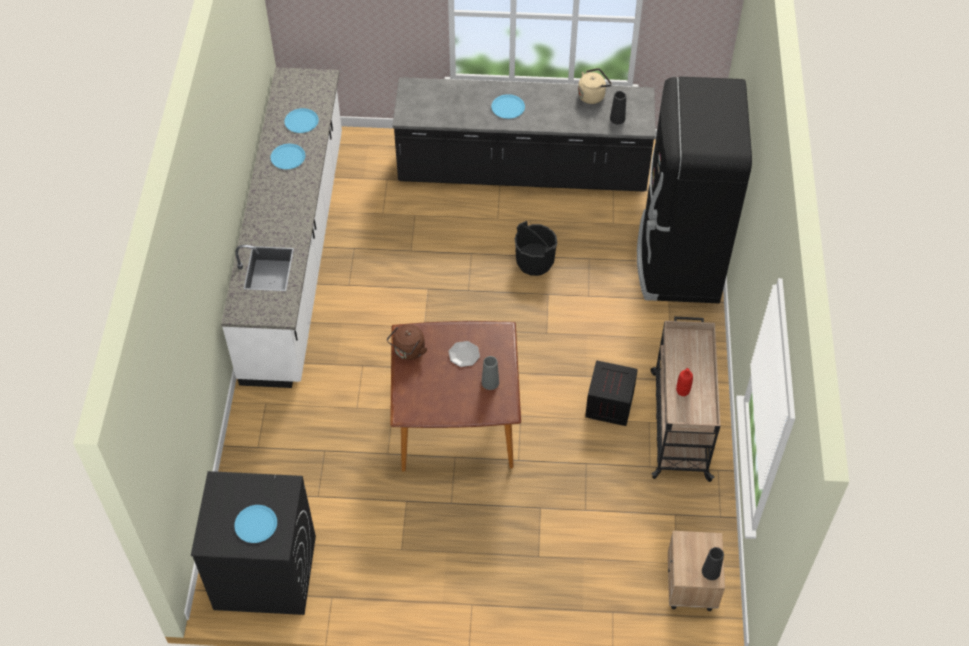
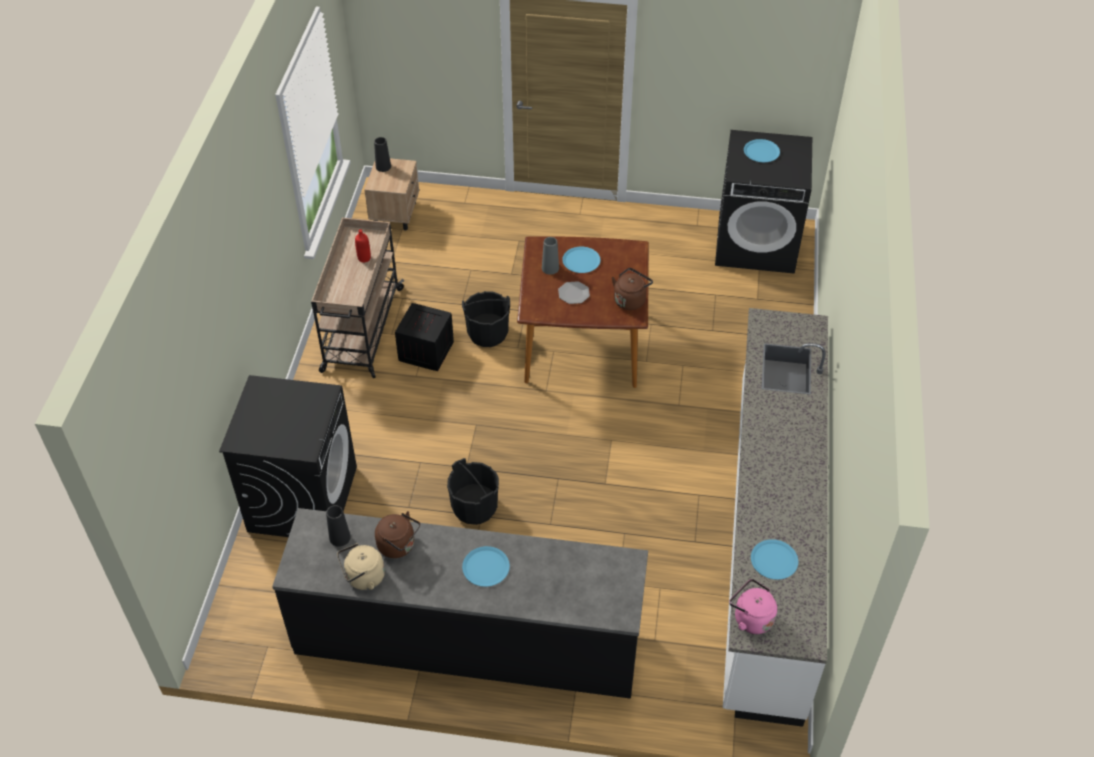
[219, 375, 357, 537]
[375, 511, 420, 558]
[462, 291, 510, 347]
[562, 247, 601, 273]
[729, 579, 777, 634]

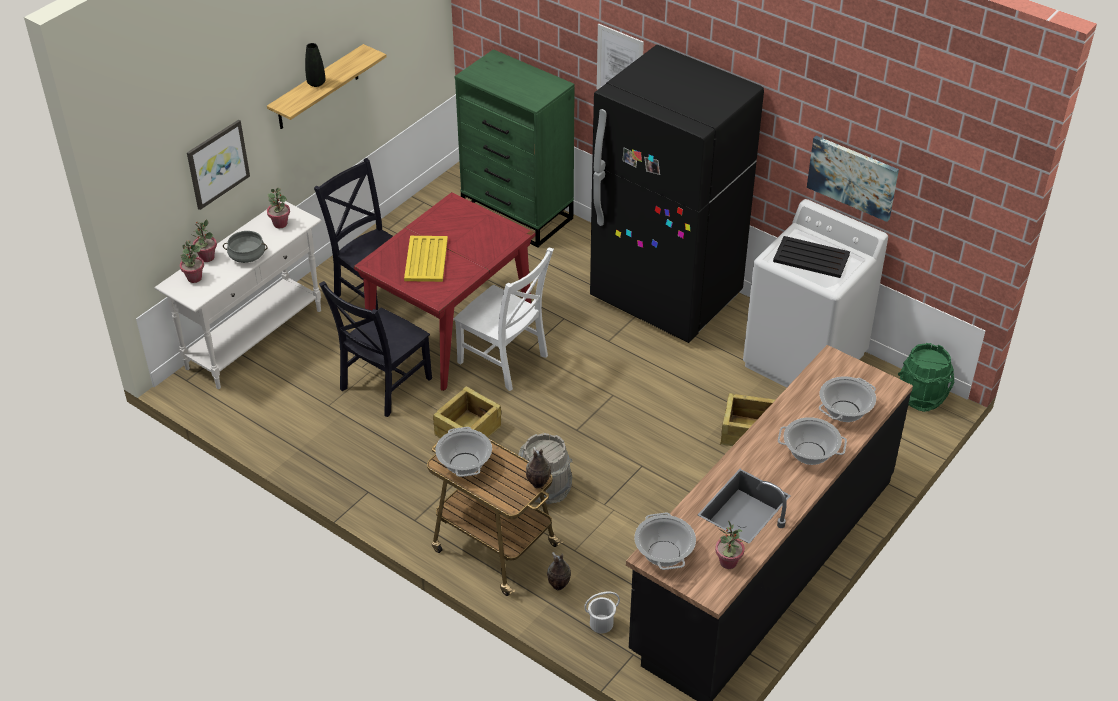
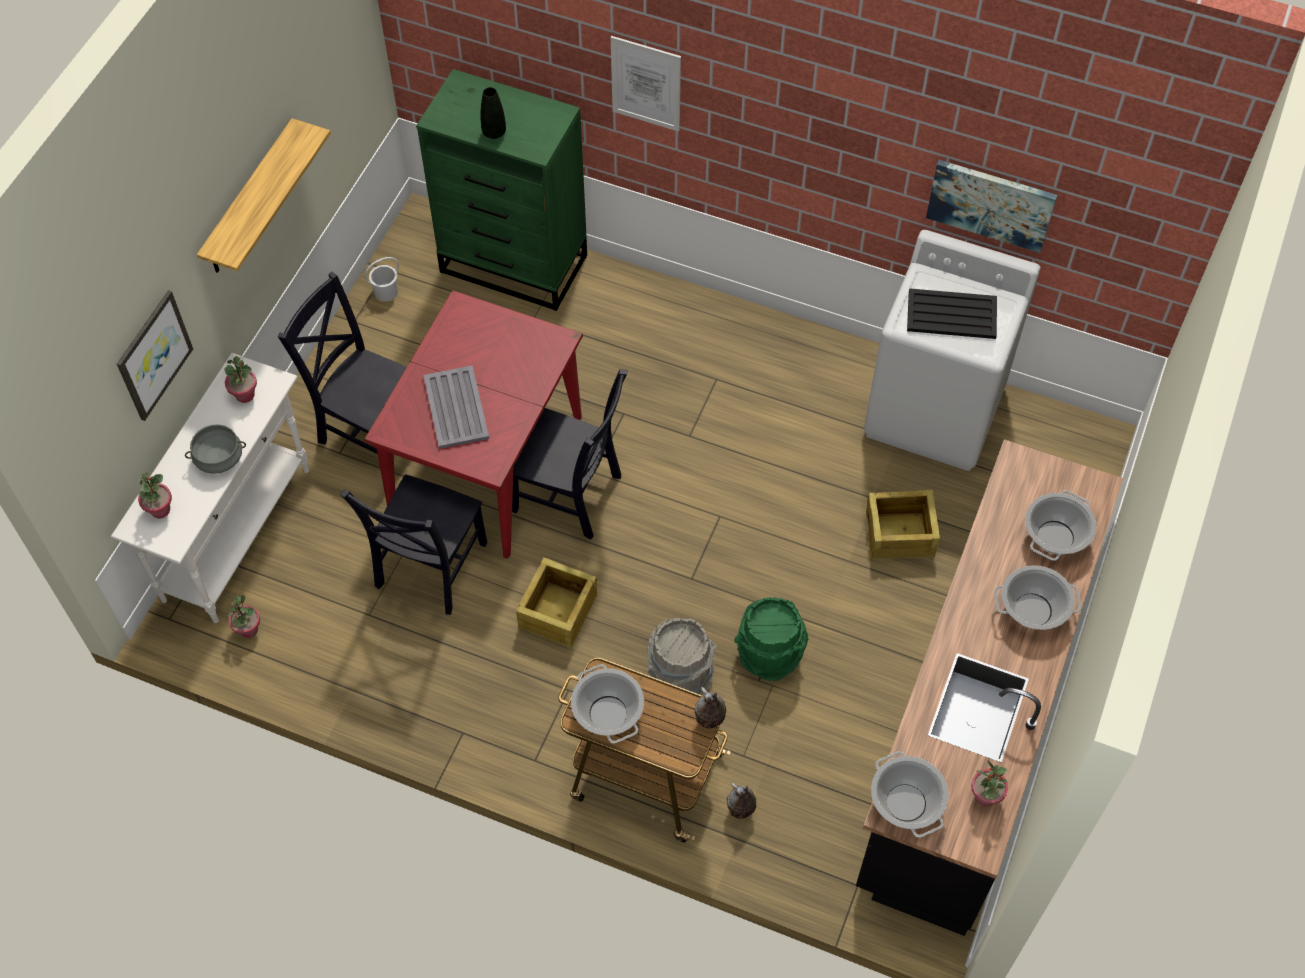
[226, 594, 260, 638]
[365, 257, 399, 302]
[423, 366, 489, 449]
[481, 87, 506, 139]
[512, 369, 627, 540]
[734, 597, 808, 681]
[590, 45, 764, 343] (first image)

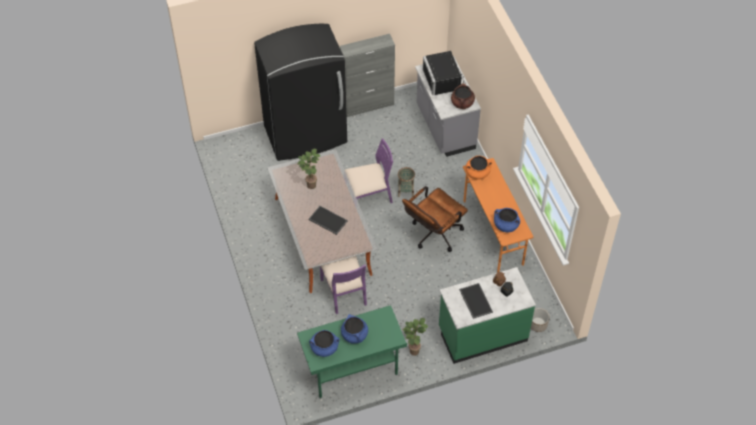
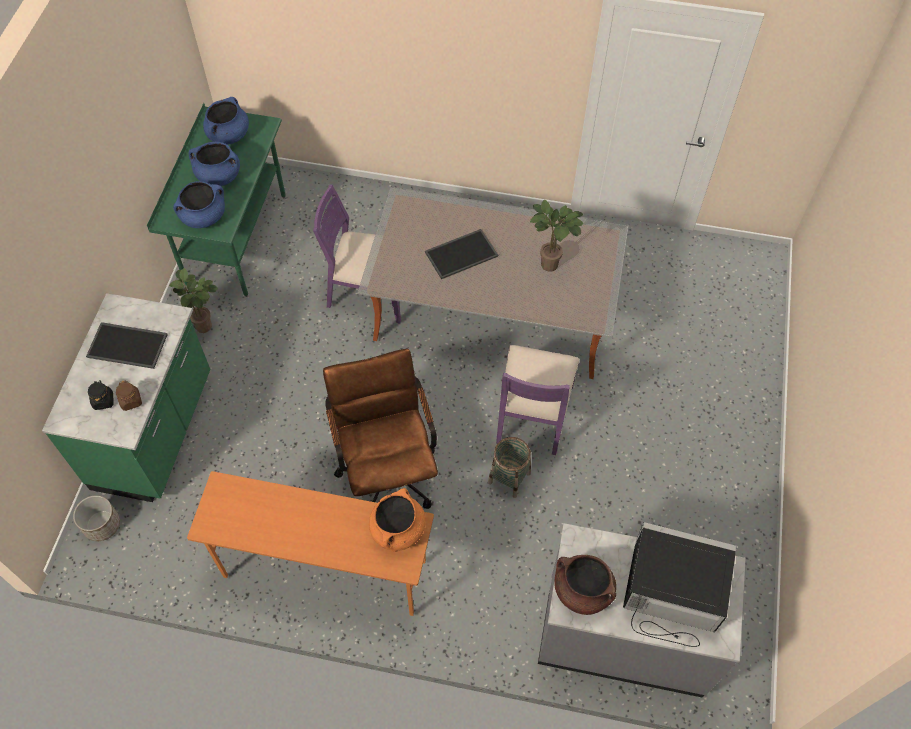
[173, 181, 225, 228]
[254, 24, 347, 161] (first image)
[339, 34, 395, 117] (first image)

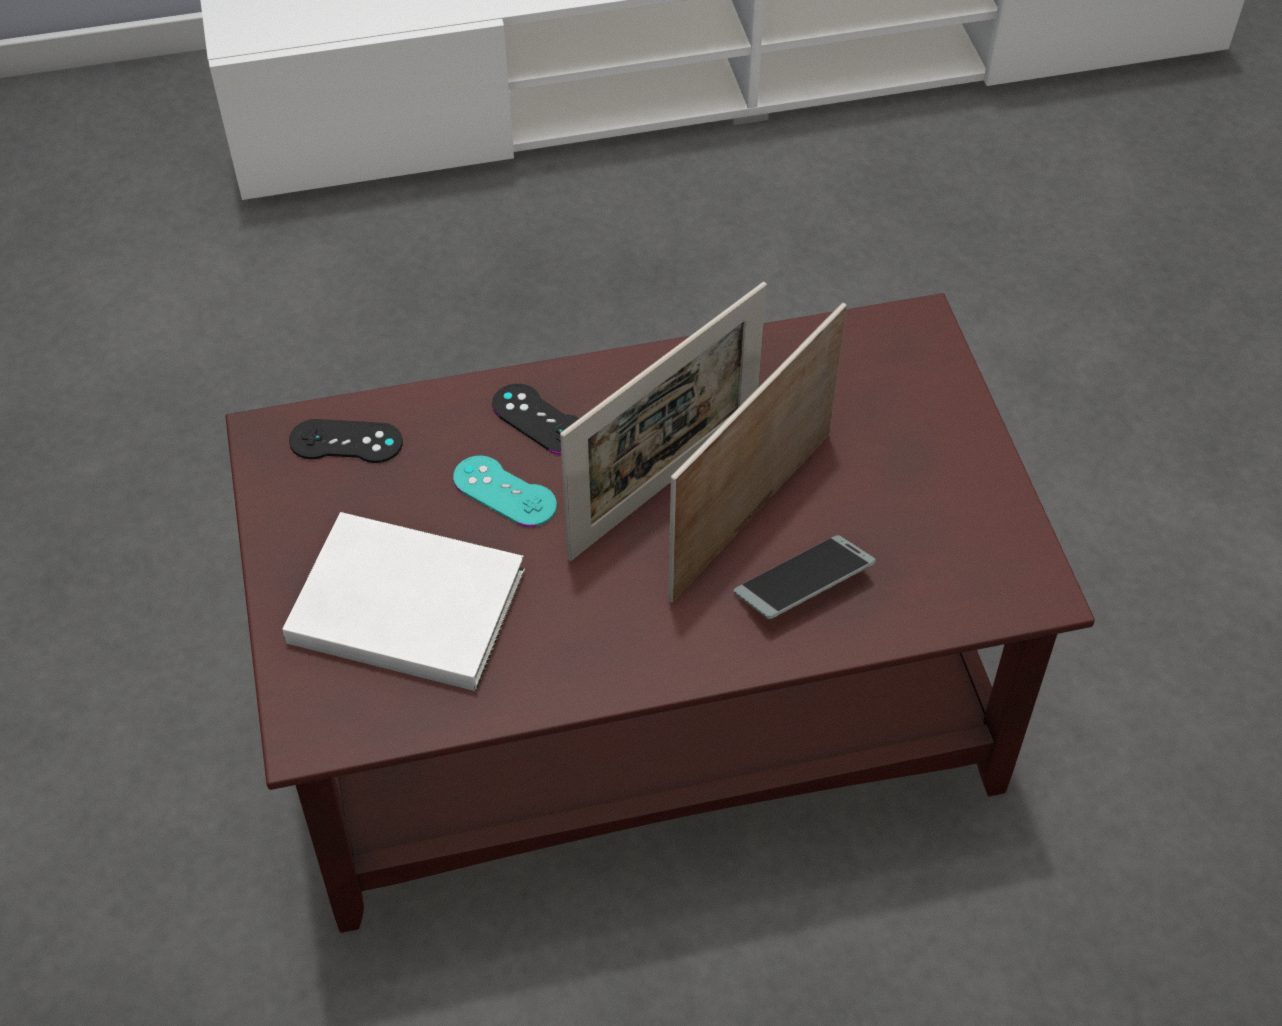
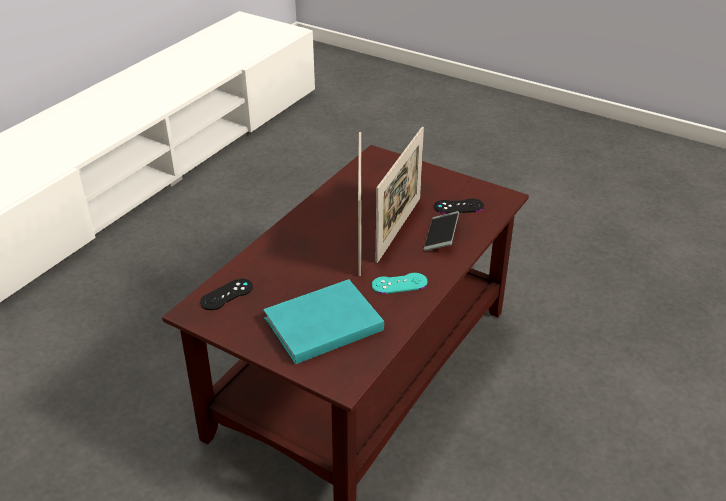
[263, 279, 384, 364]
[372, 273, 428, 294]
[376, 127, 424, 263]
[434, 199, 484, 214]

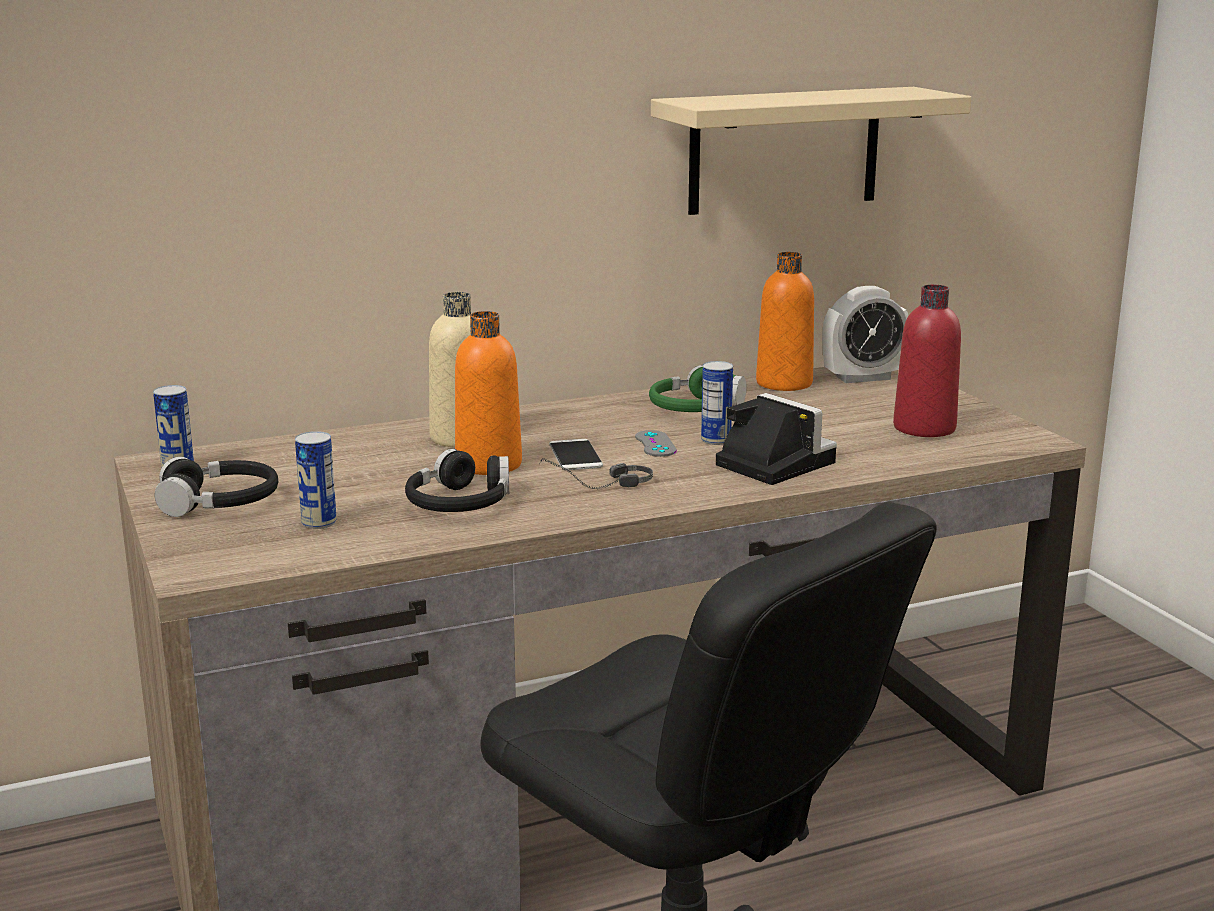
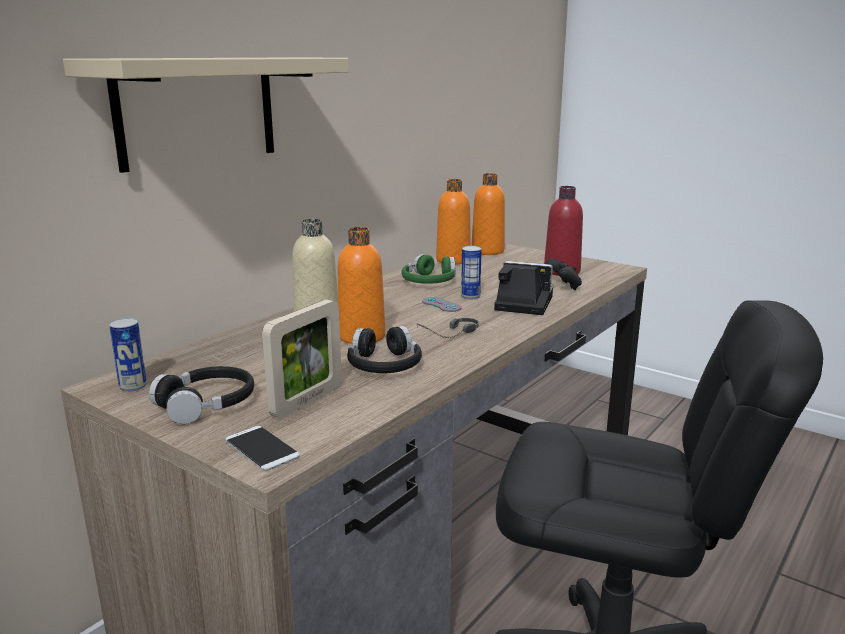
[63, 58, 349, 173]
[225, 426, 300, 471]
[262, 299, 342, 418]
[471, 173, 505, 255]
[546, 259, 582, 290]

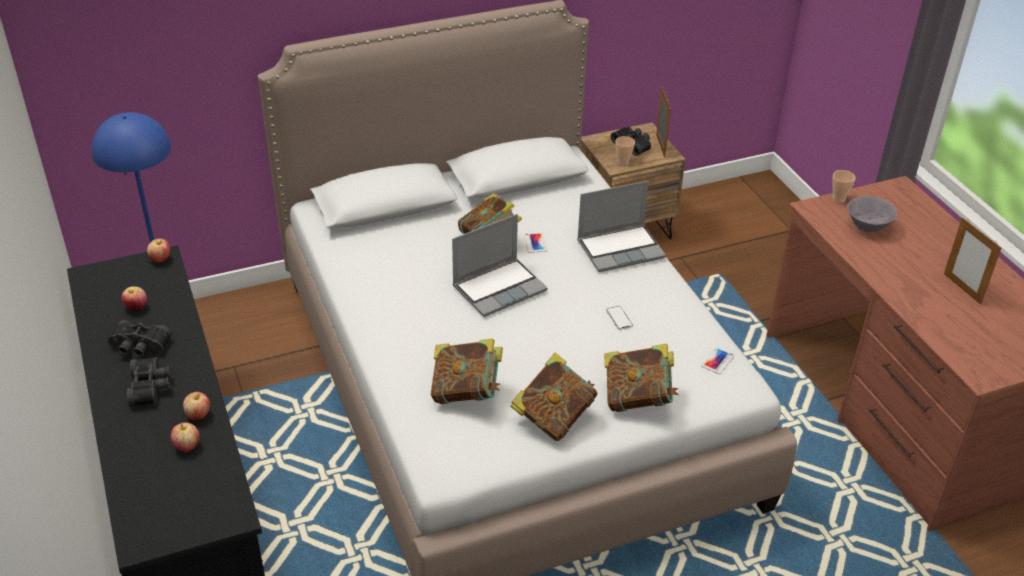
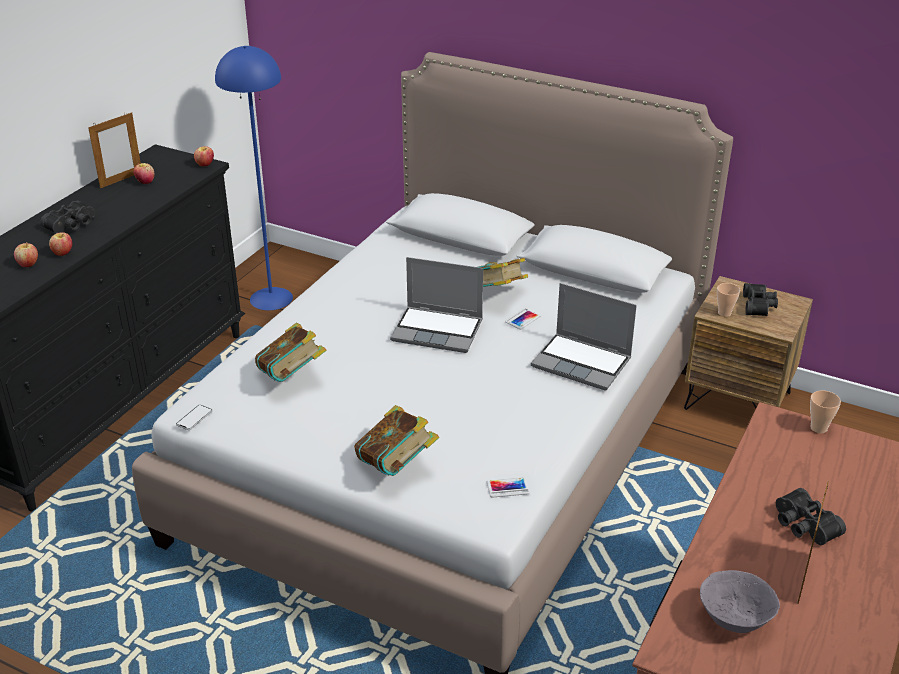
[88, 112, 141, 188]
[176, 405, 213, 430]
[700, 570, 780, 633]
[776, 488, 846, 545]
[511, 352, 597, 441] (first image)

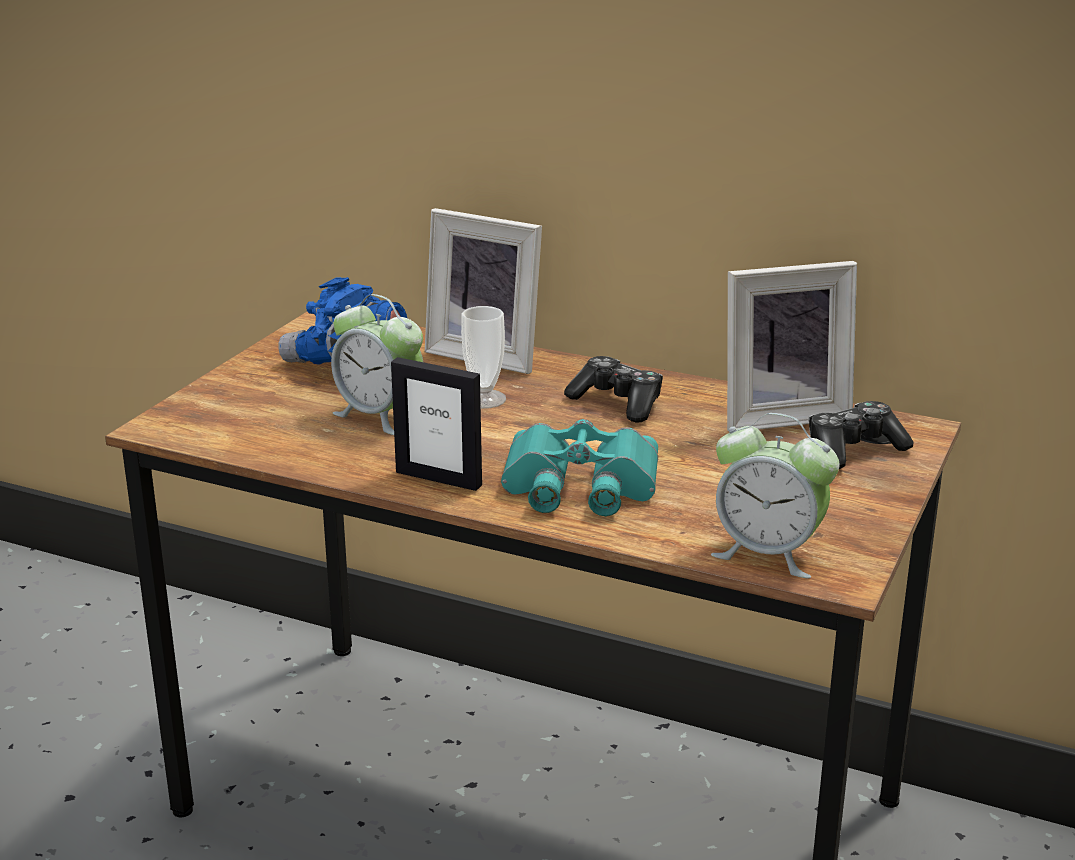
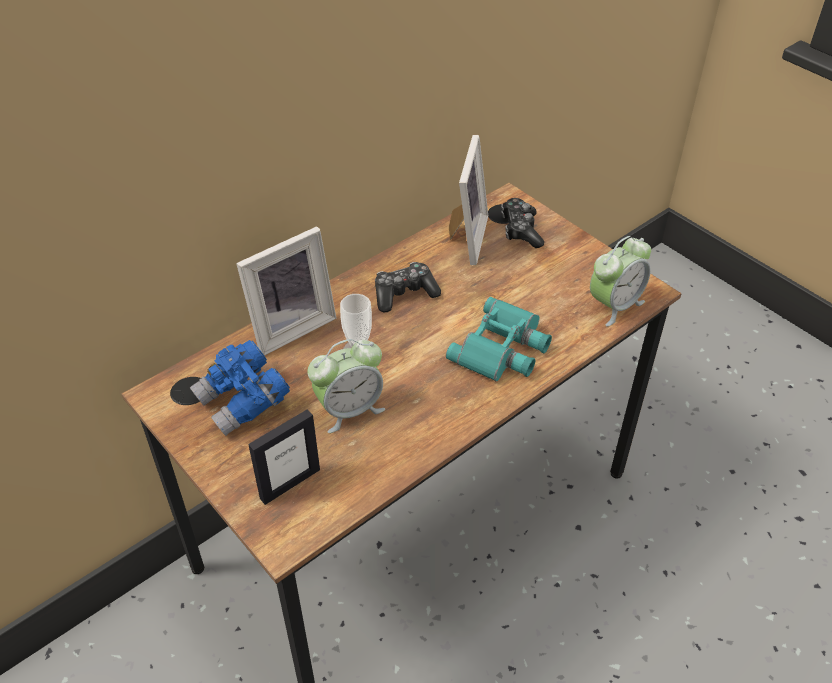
[248, 409, 320, 505]

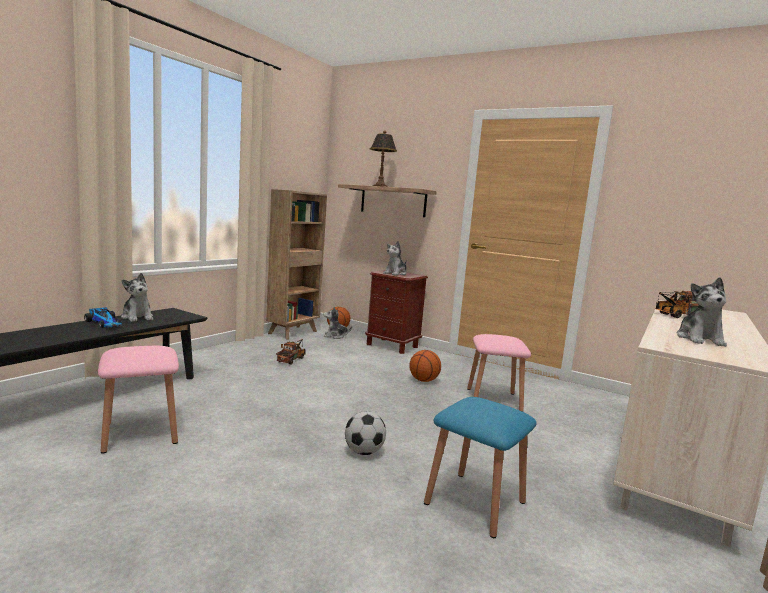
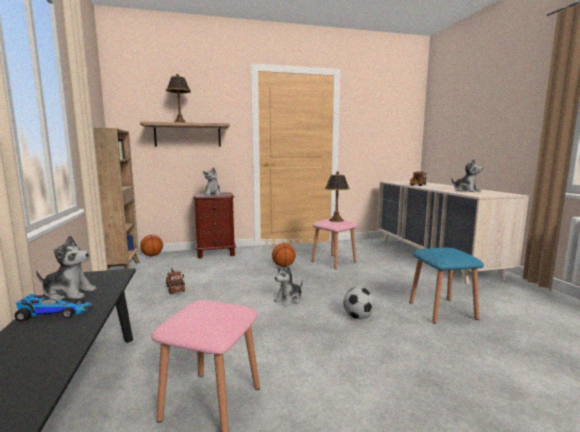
[274, 265, 303, 306]
[325, 171, 350, 222]

